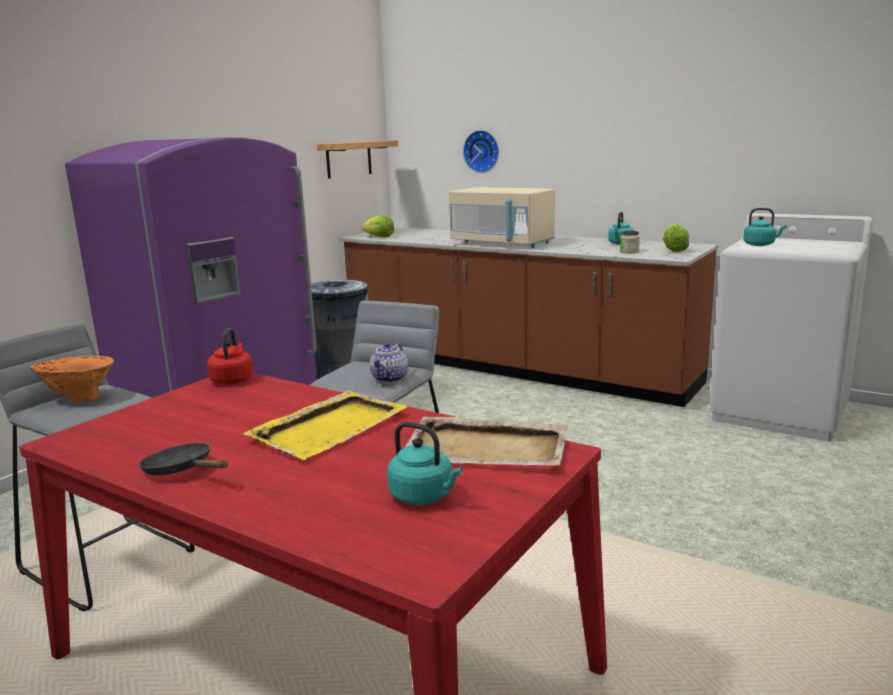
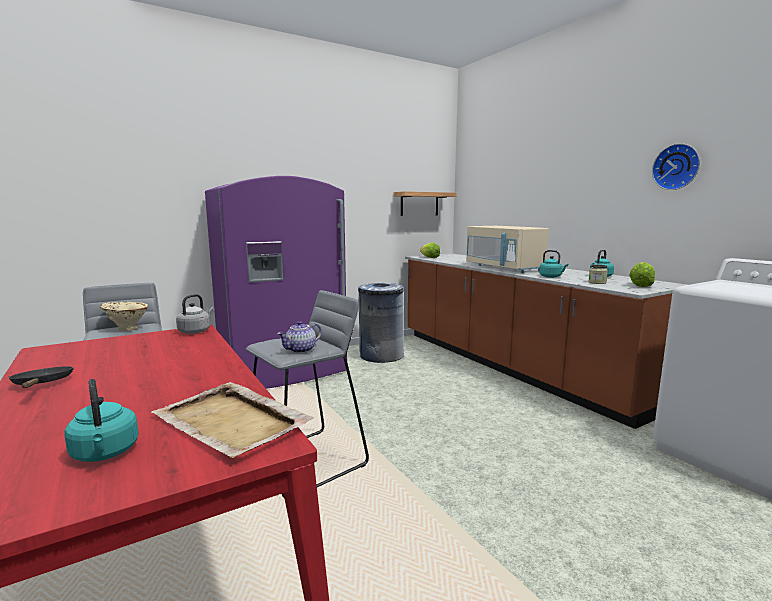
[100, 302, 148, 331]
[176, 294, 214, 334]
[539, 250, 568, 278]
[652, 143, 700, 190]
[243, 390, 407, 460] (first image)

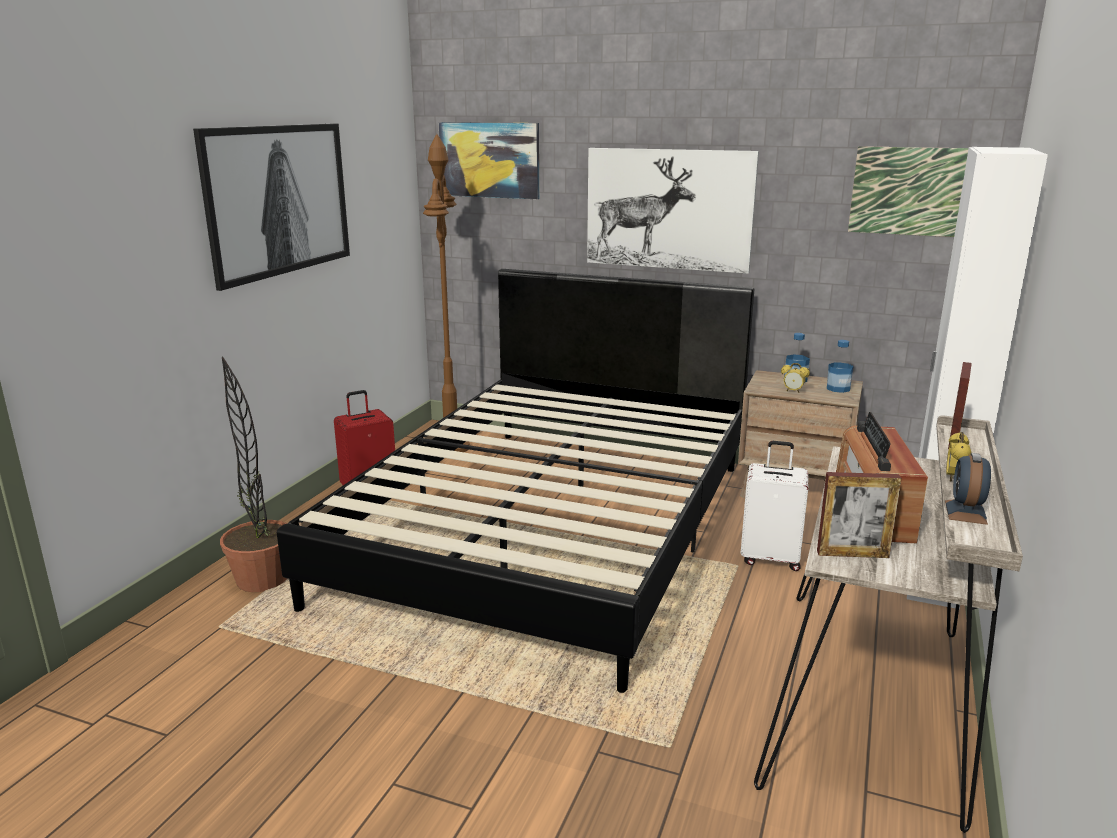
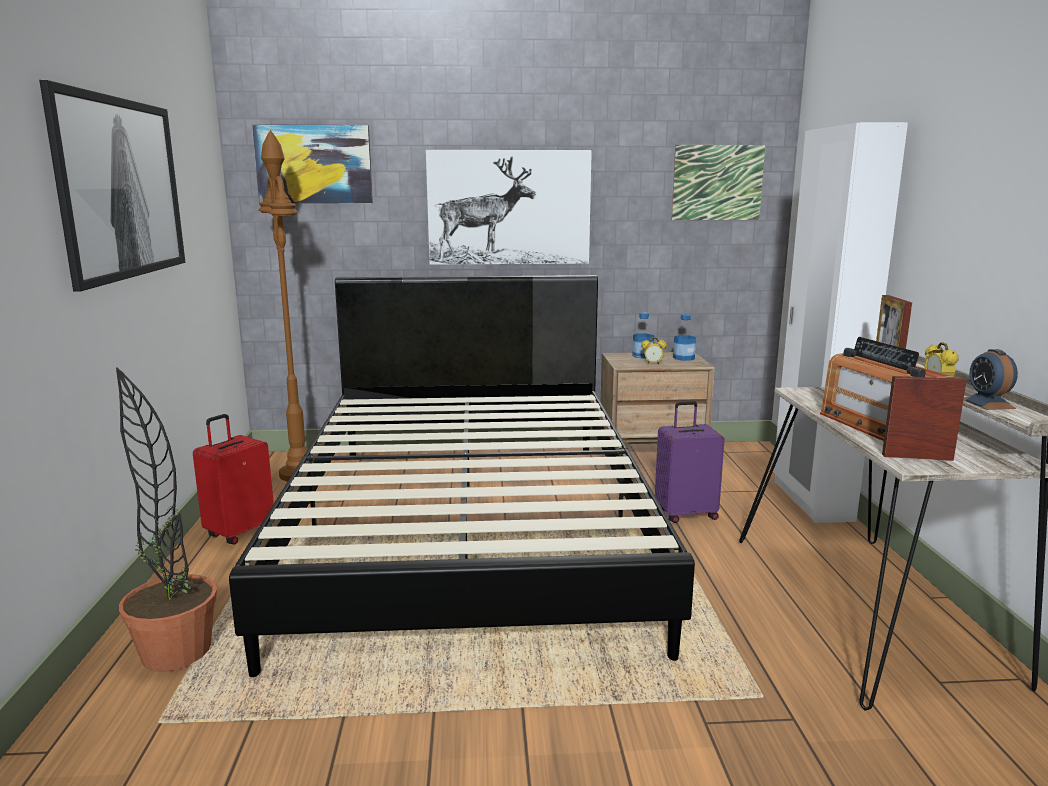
[655, 401, 725, 523]
[882, 376, 966, 461]

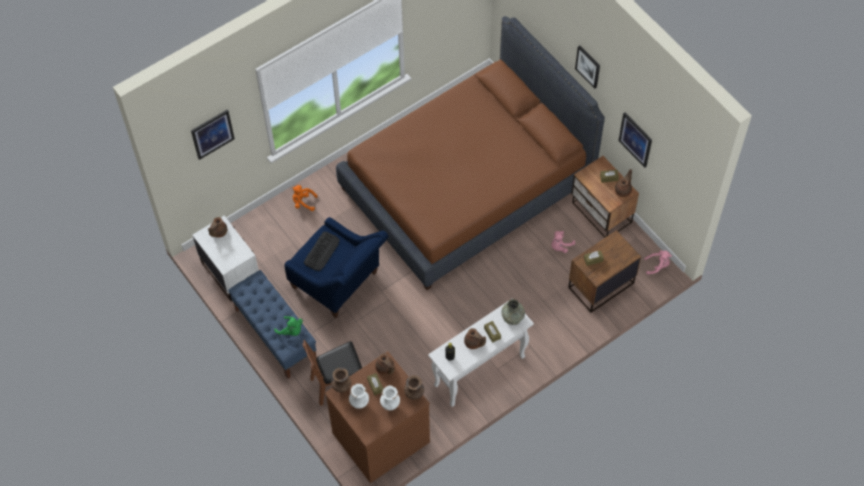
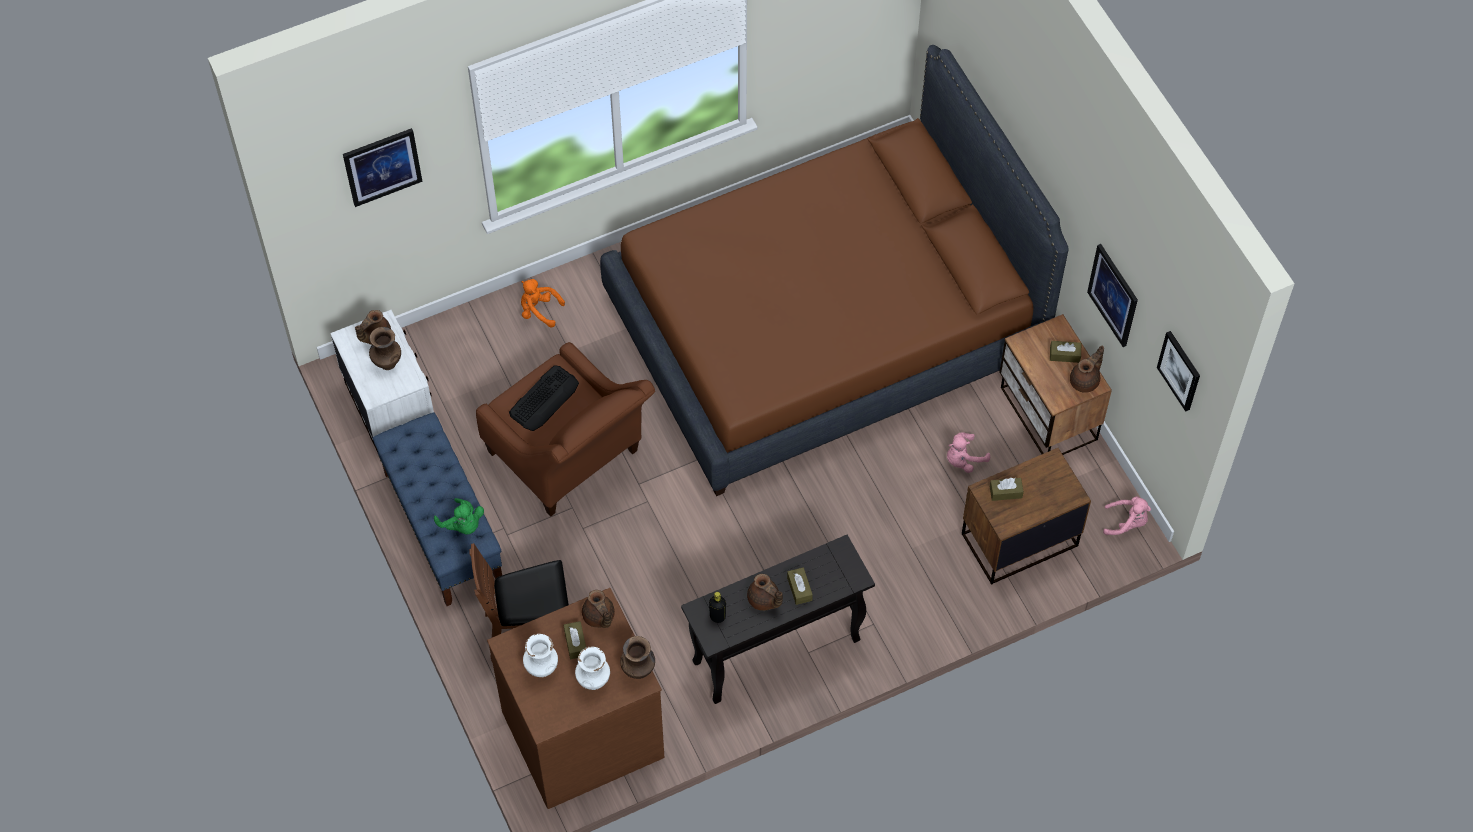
[369, 327, 401, 370]
[476, 342, 655, 517]
[681, 535, 875, 704]
[1157, 331, 1200, 412]
[501, 299, 525, 325] (first image)

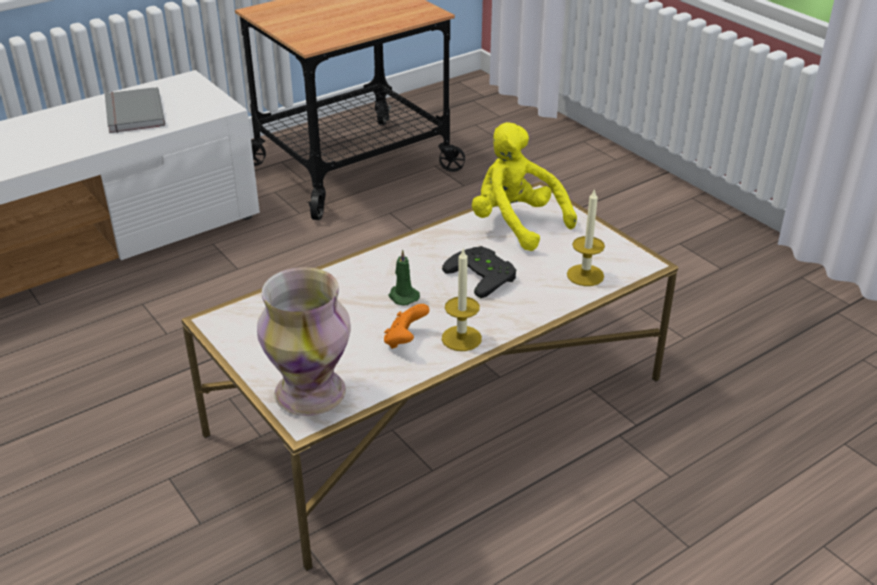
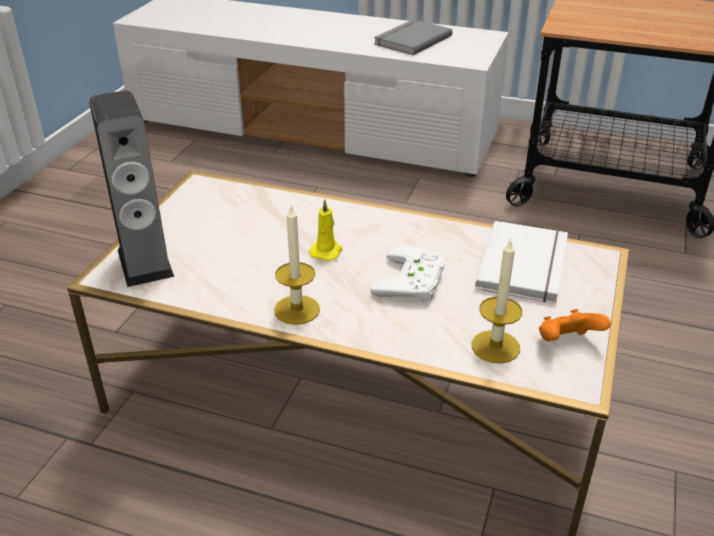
[89, 91, 174, 287]
[309, 199, 342, 261]
[370, 246, 445, 303]
[475, 221, 568, 304]
[539, 309, 611, 341]

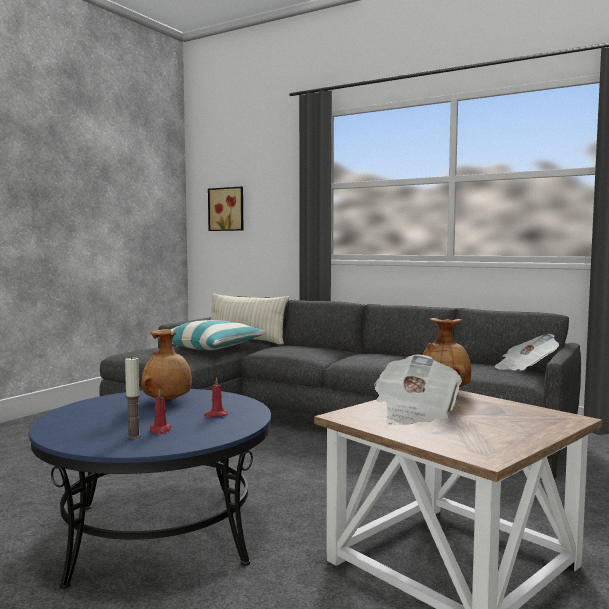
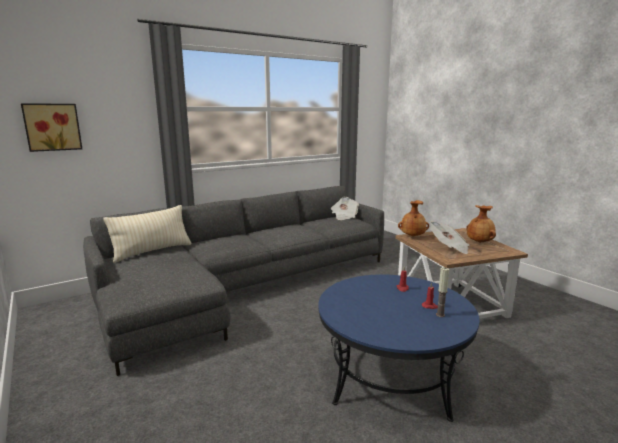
[466, 205, 496, 243]
[157, 320, 266, 350] (first image)

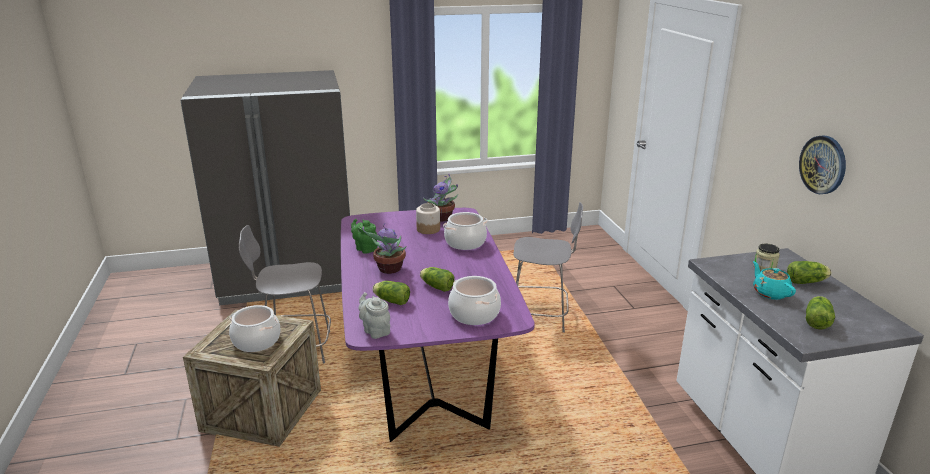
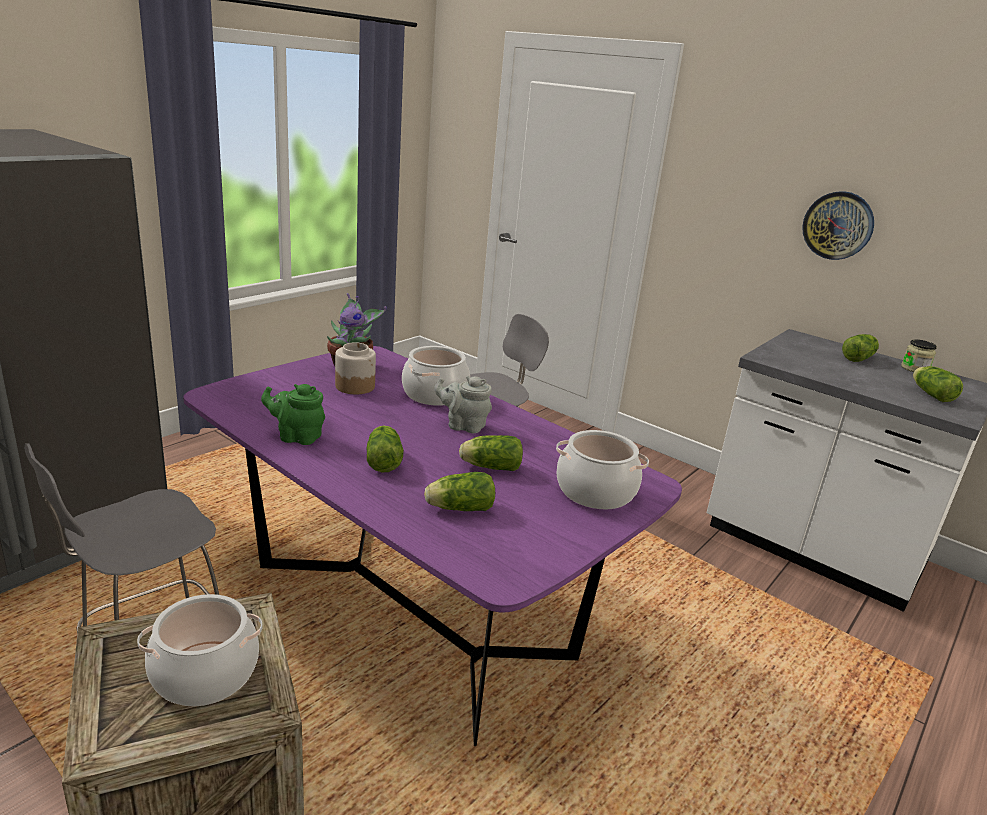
[366, 426, 404, 473]
[434, 376, 492, 433]
[901, 339, 937, 372]
[753, 261, 796, 300] (first image)

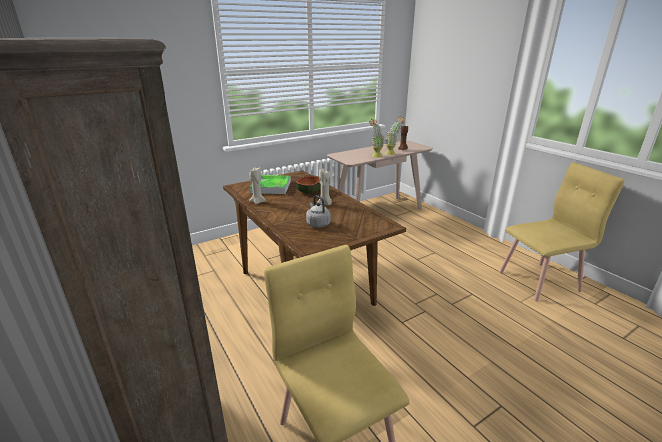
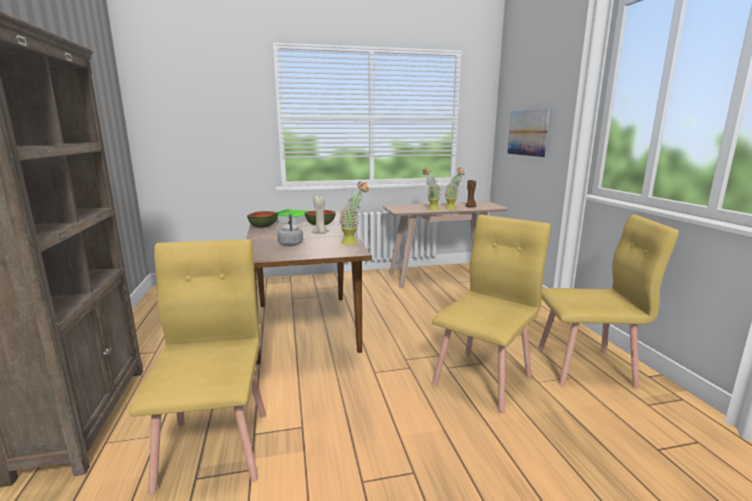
[247, 211, 278, 228]
[339, 181, 369, 245]
[432, 215, 551, 413]
[507, 109, 550, 157]

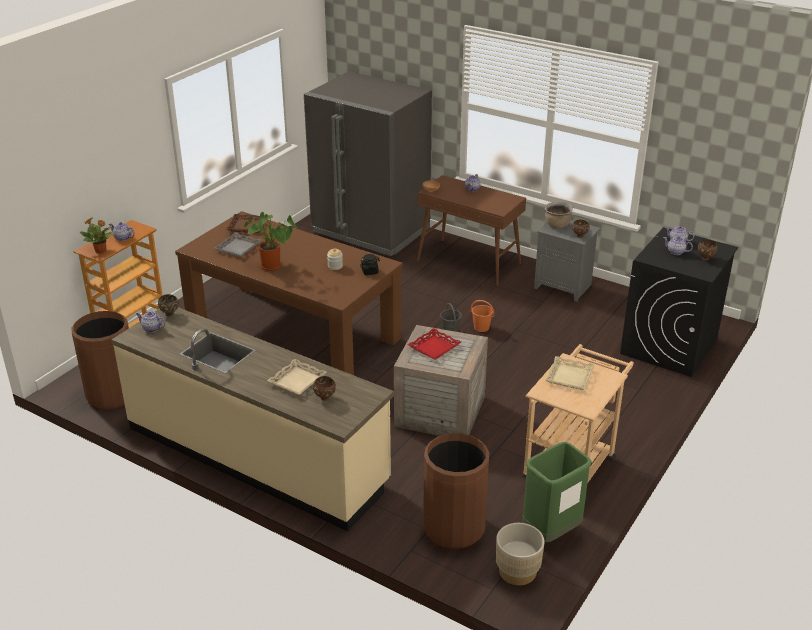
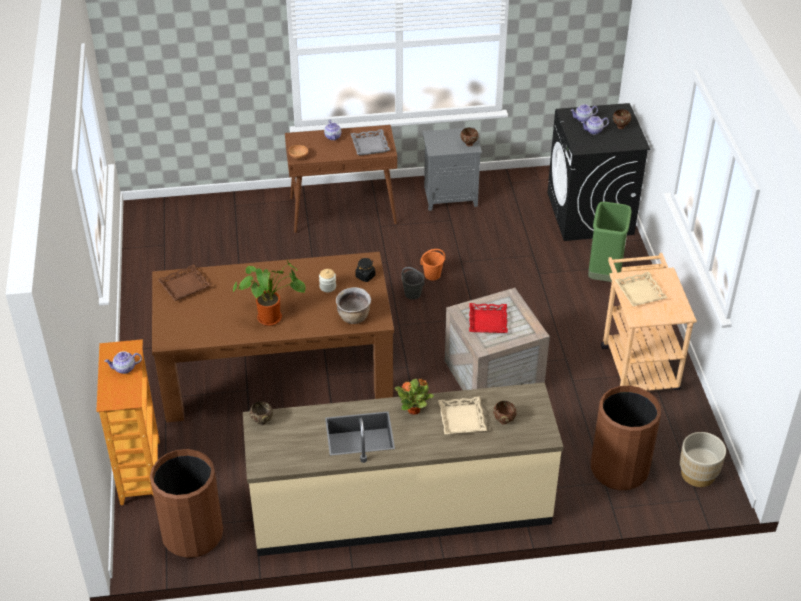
[336, 287, 371, 324]
[350, 129, 390, 156]
[395, 378, 434, 415]
[588, 202, 631, 282]
[136, 312, 166, 332] (first image)
[304, 71, 432, 256] (first image)

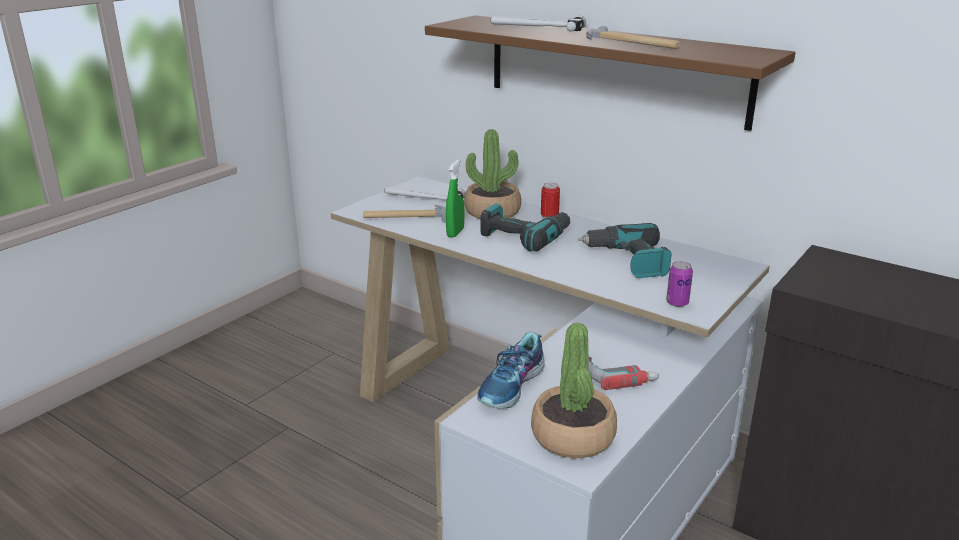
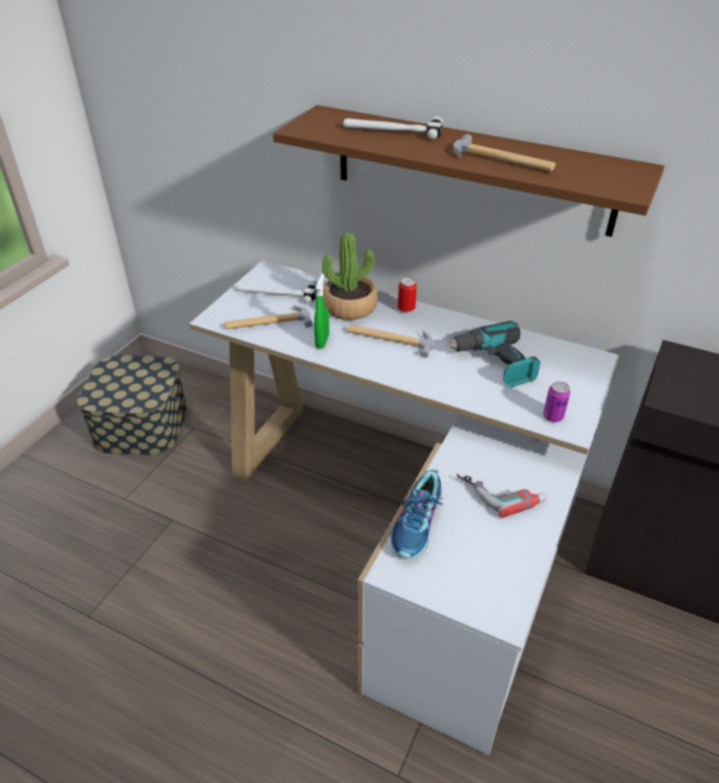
[77, 355, 187, 455]
[347, 324, 433, 358]
[531, 323, 617, 458] (first image)

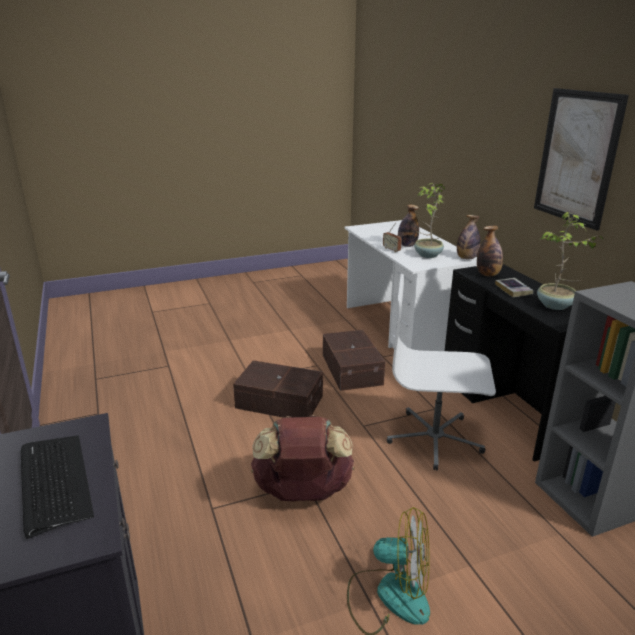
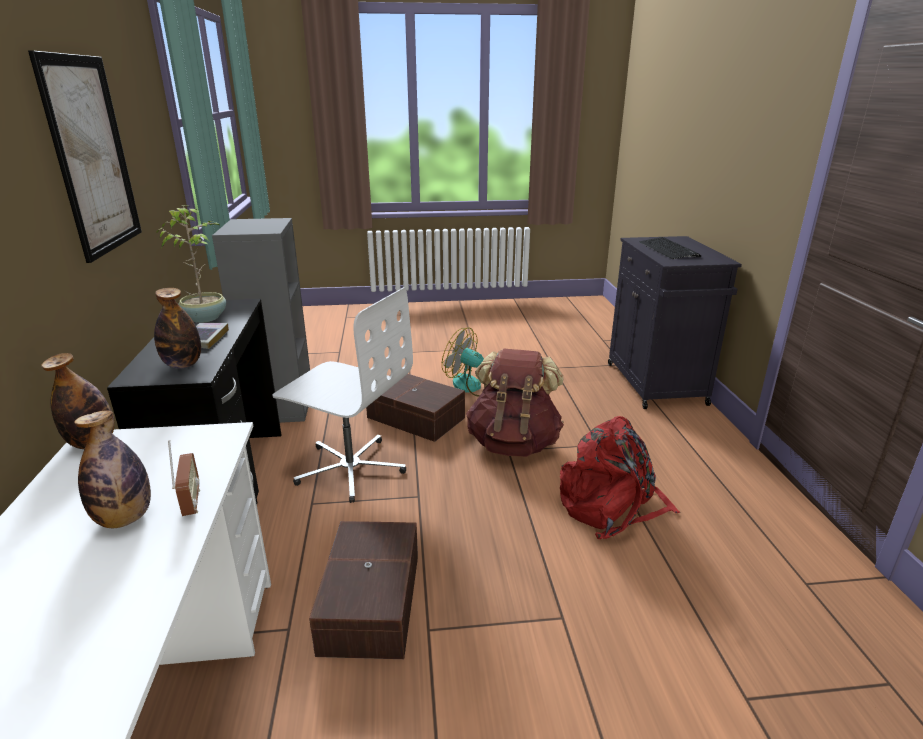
[366, 374, 465, 442]
[560, 416, 680, 539]
[414, 183, 446, 258] (first image)

